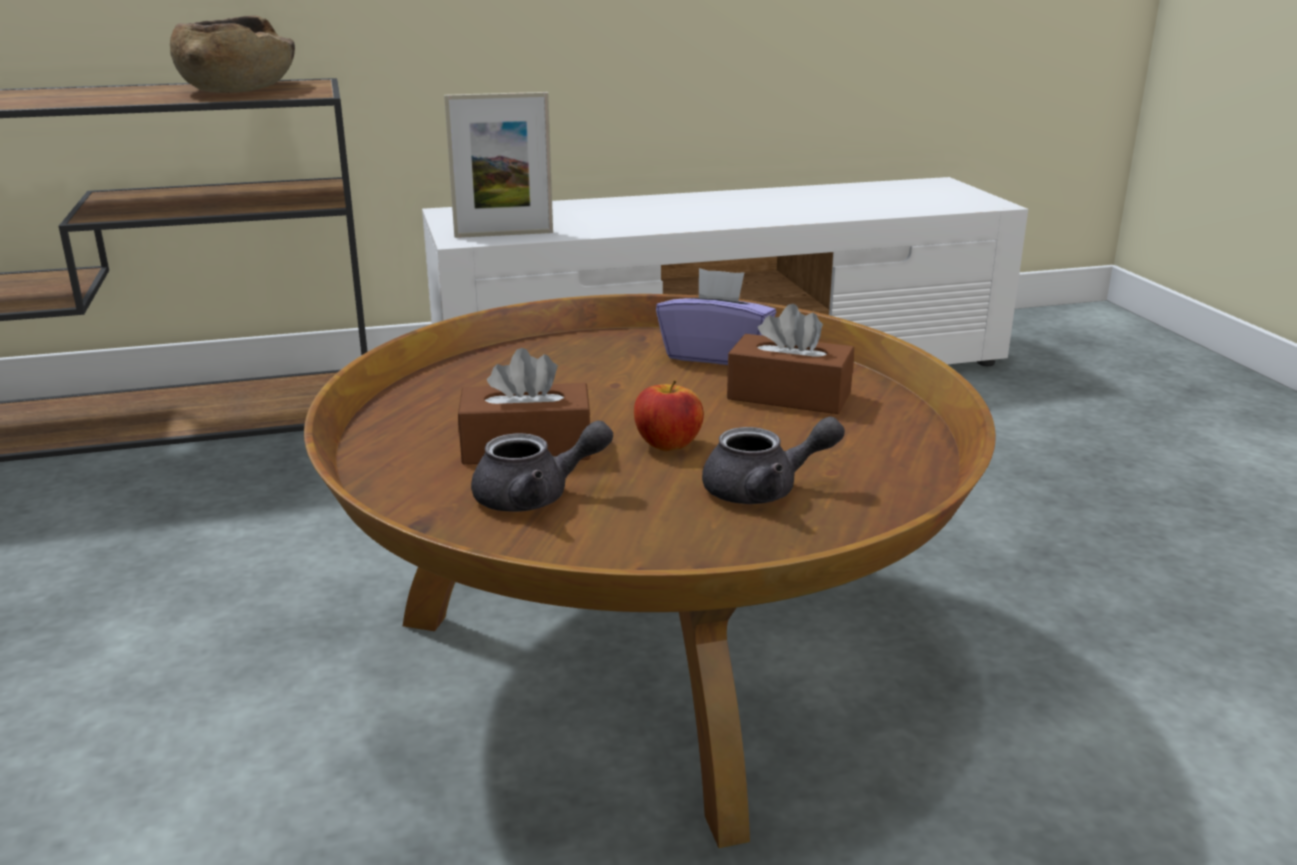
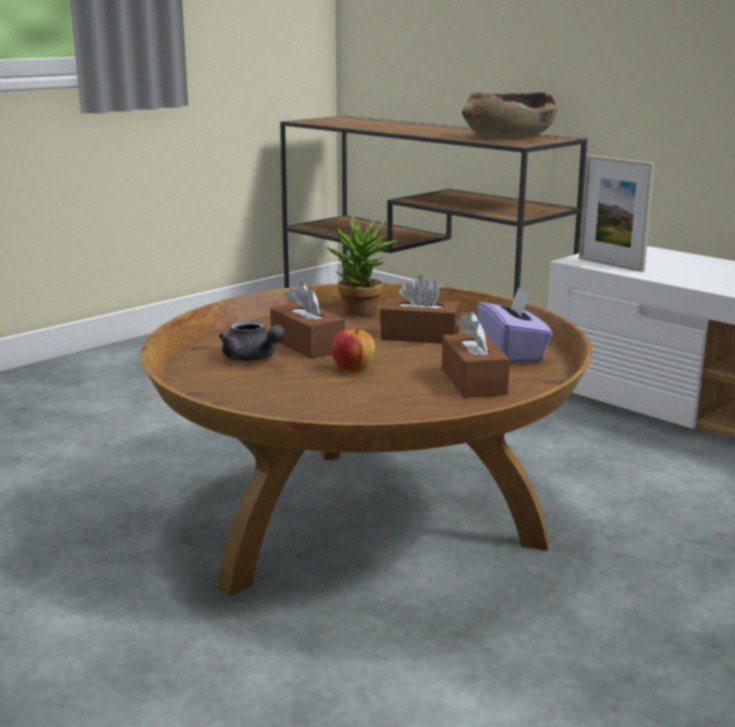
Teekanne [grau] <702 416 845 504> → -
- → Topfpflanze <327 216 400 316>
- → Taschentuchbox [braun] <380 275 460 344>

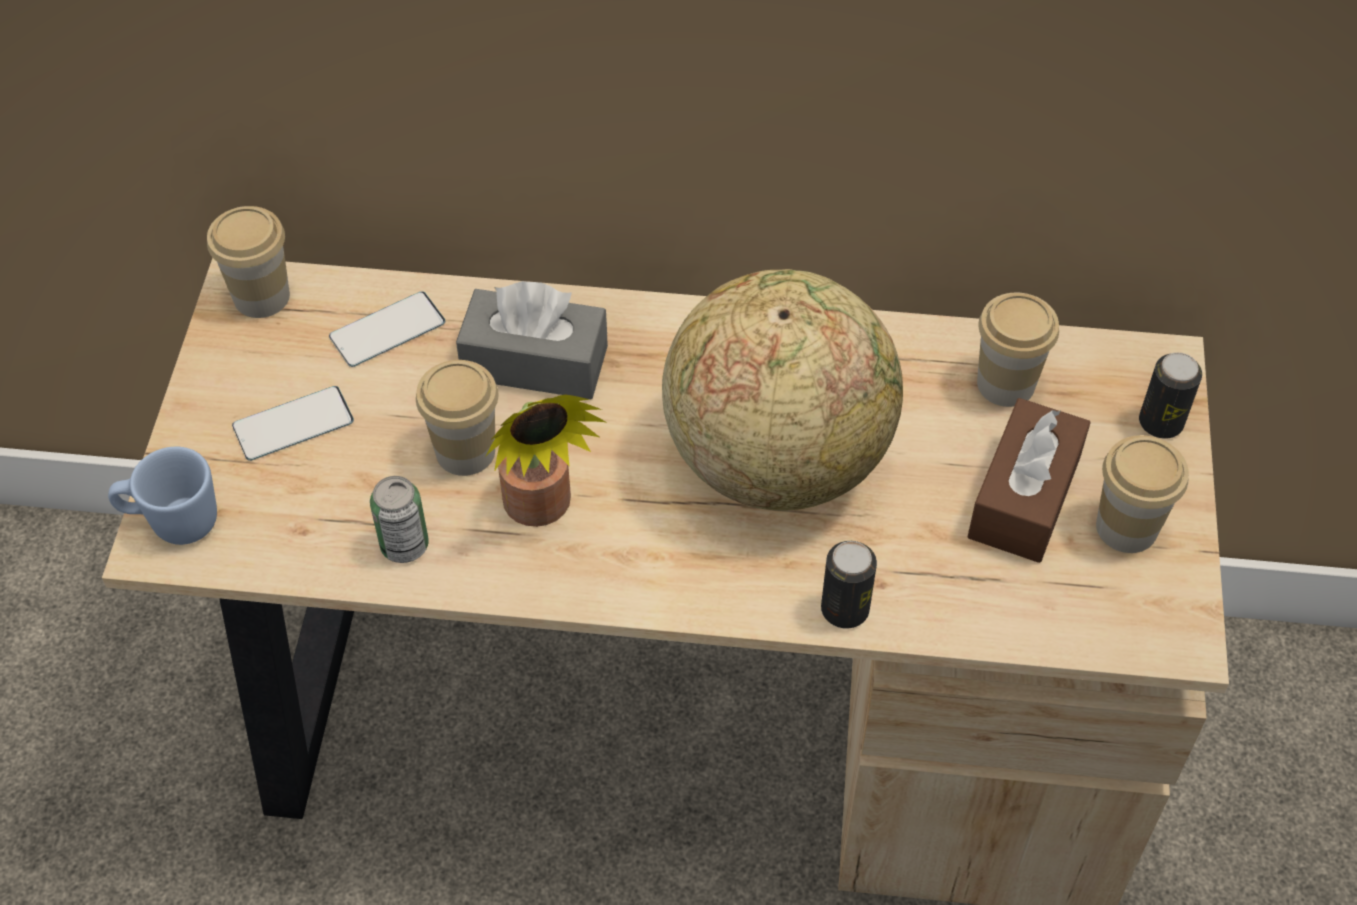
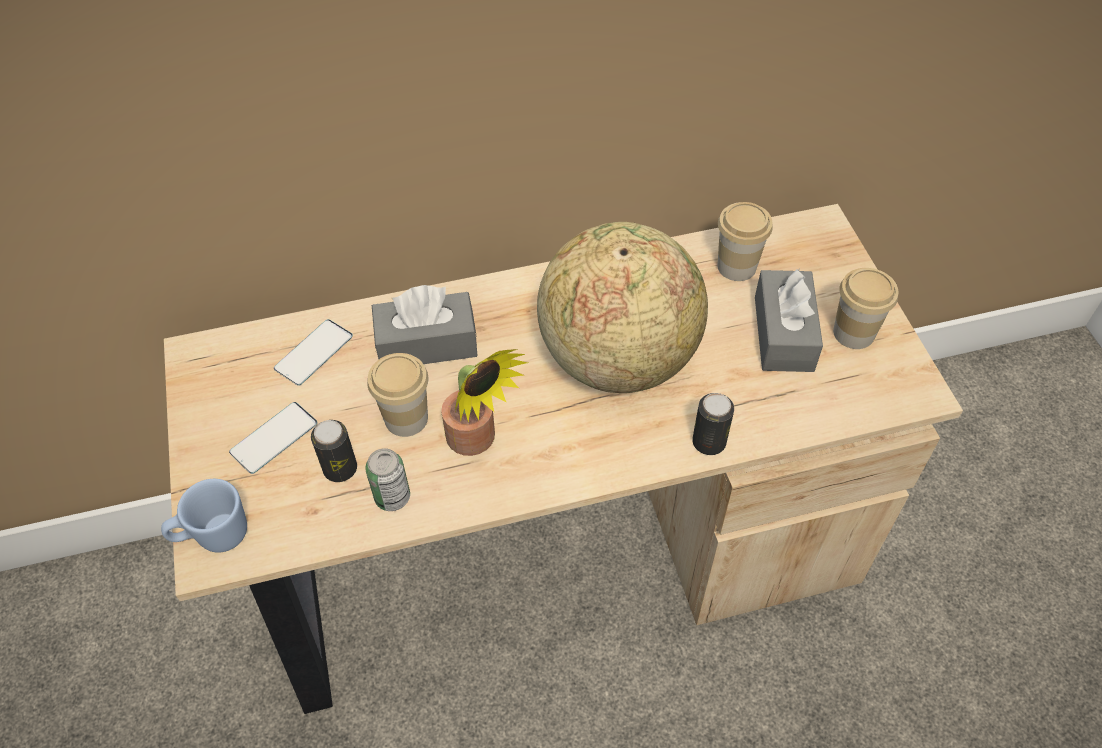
Tasse <207 206 290 318> → -
Dose <1139 353 1202 438> → Dose <311 420 357 482>, moved
Taschentuchbox [braun] <968 398 1091 563> → Taschentuchbox [grau] <755 269 823 372>

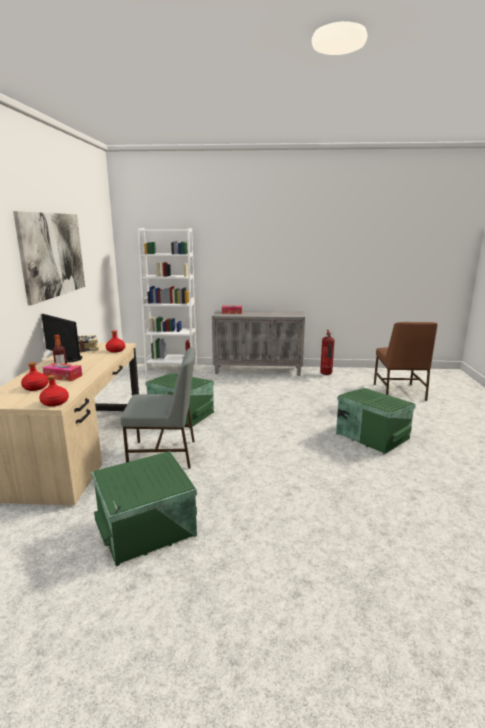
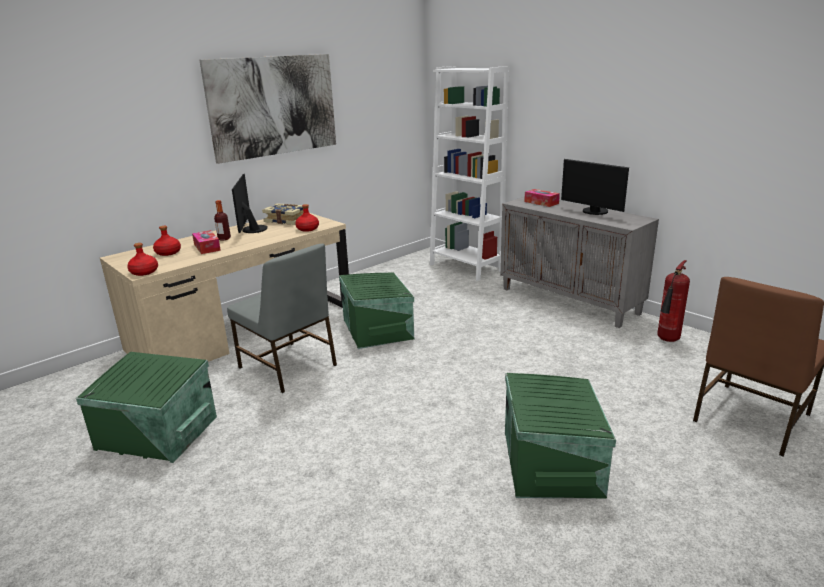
- → Monitor <561 159 629 215>

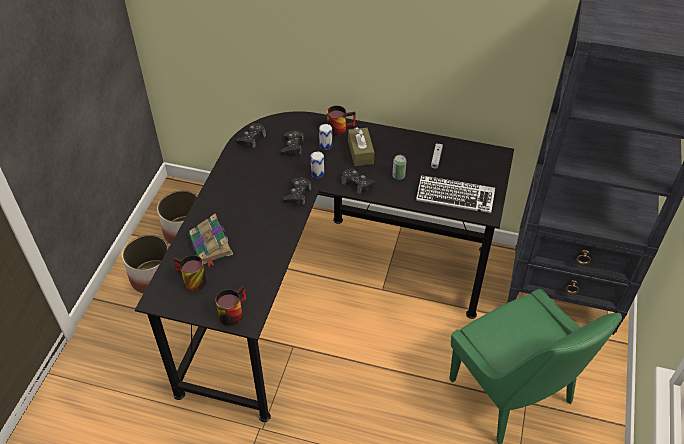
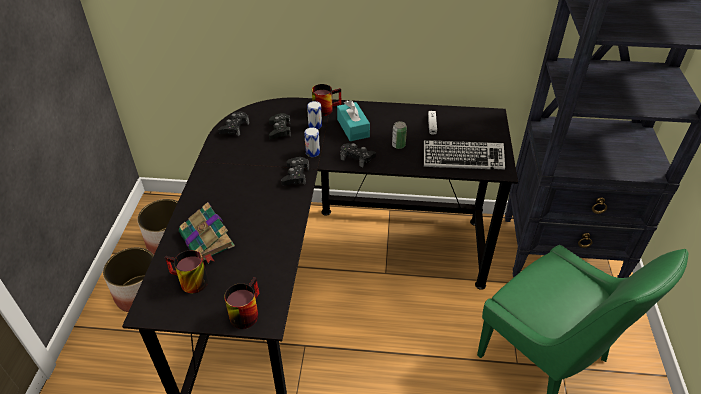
Taschentuchbox [braun] <348 127 374 166> → Taschentuchbox [türkis] <337 100 370 141>

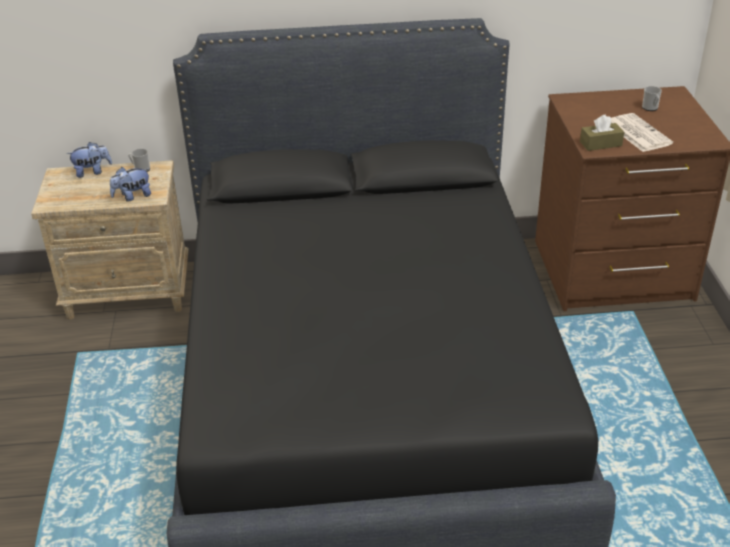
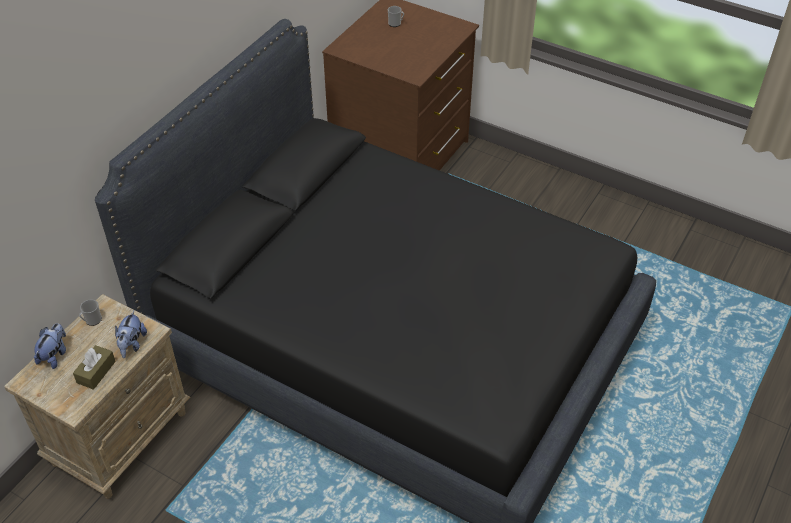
Zeitung <611 113 673 152> → -
Taschentuchbox [braun] <580 114 624 151> → Taschentuchbox [braun] <73 345 116 390>, moved

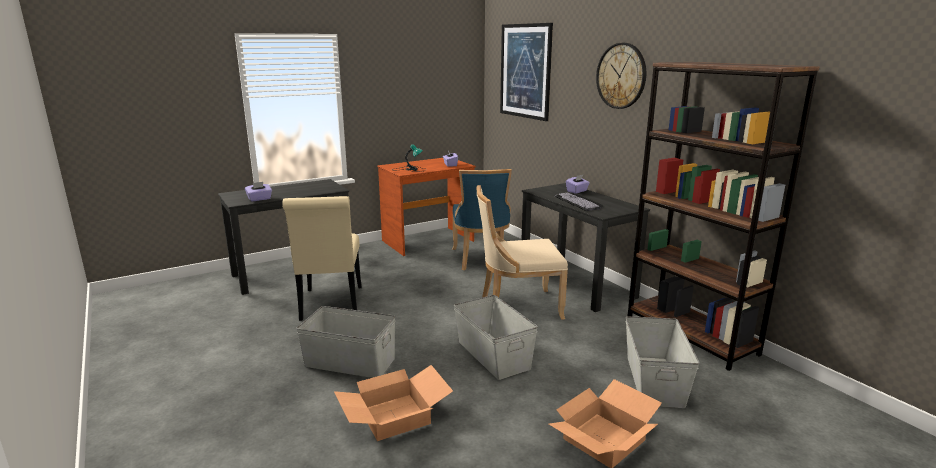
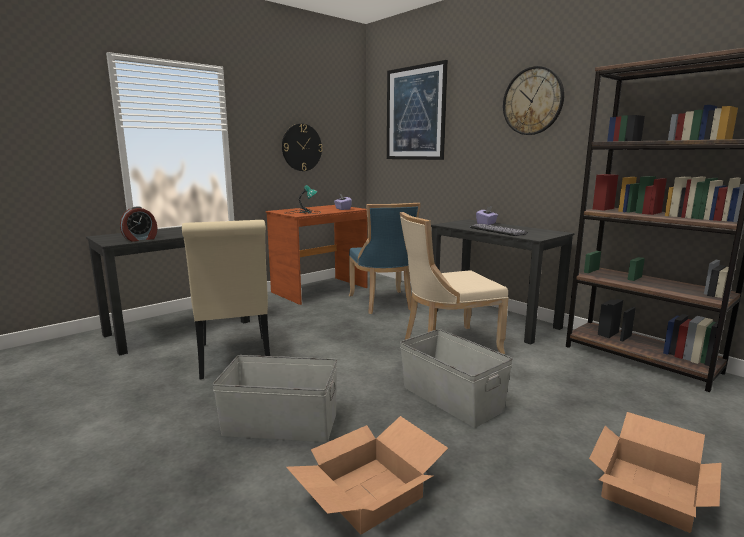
Aufbewahrungsbox [grau] <625 316 700 408> → -
- → Wanduhr <282 124 323 171>
Taschentuchbox [lila] <245 182 272 201> → Wecker <120 207 158 242>

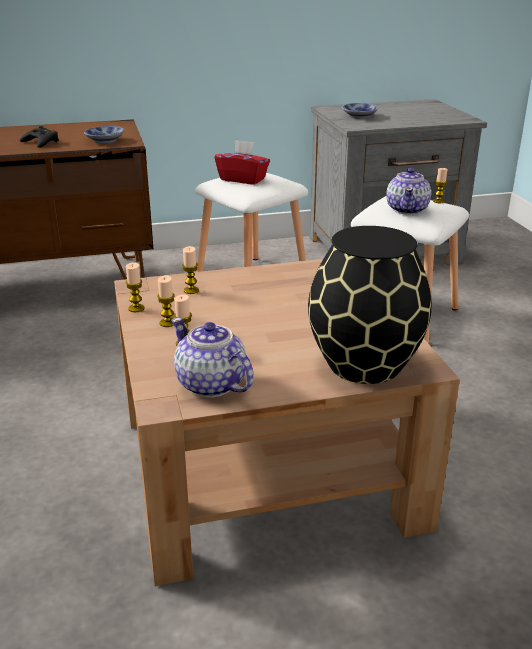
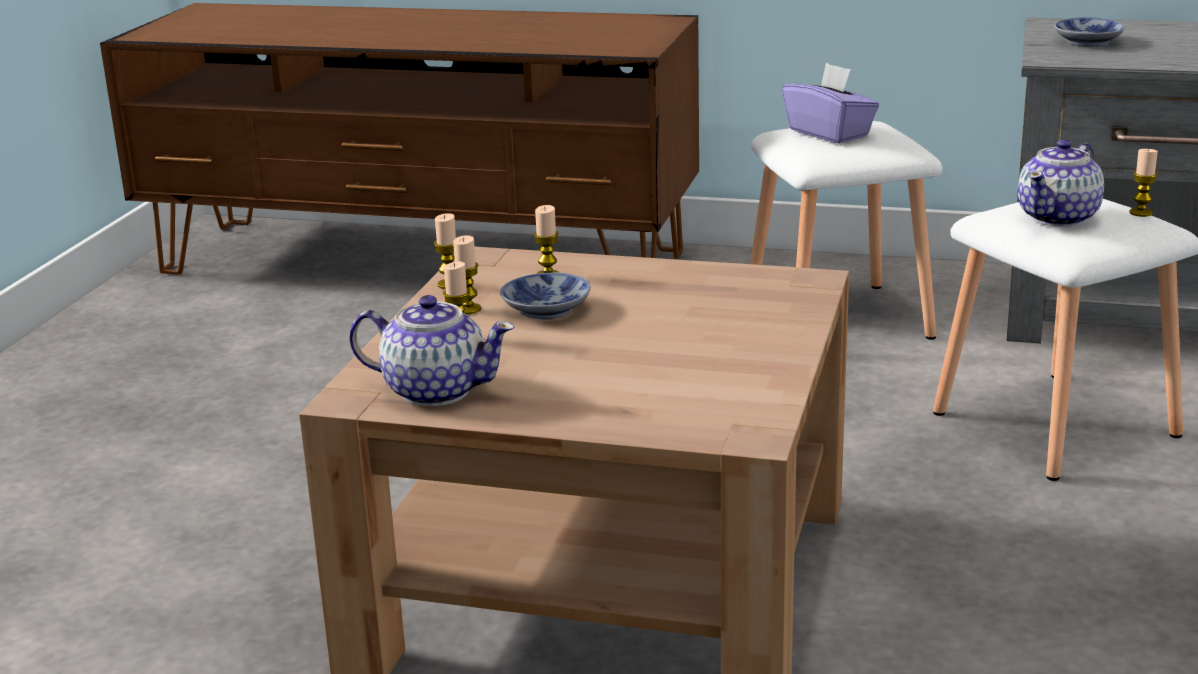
Gamepad [schwarz] <20 126 59 148> → -
Vase [schwarz] <308 226 432 384> → -
Schüssel <84 126 124 143> → Schüssel <500 273 591 320>, moved
Taschentuchbox [rot] <215 140 270 185> → Taschentuchbox [lila] <782 63 879 144>
Teekanne <171 318 254 397> → Teekanne <349 295 515 406>, 120 degrees clockwise

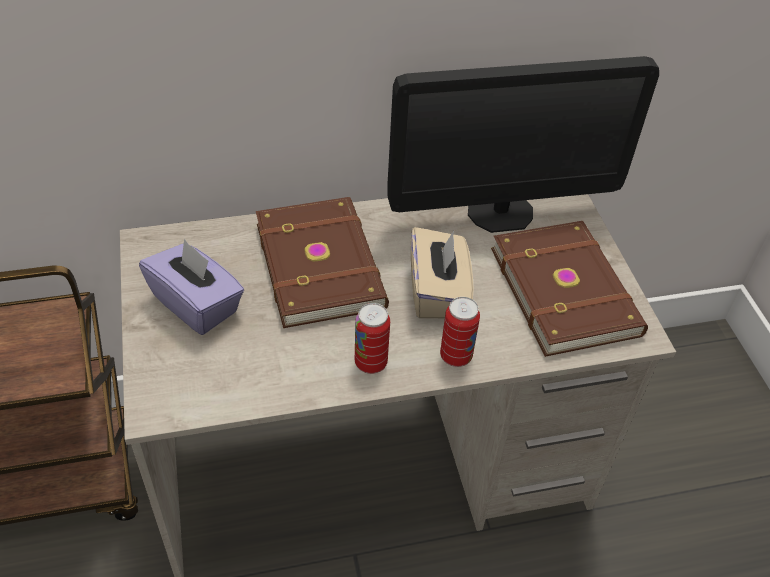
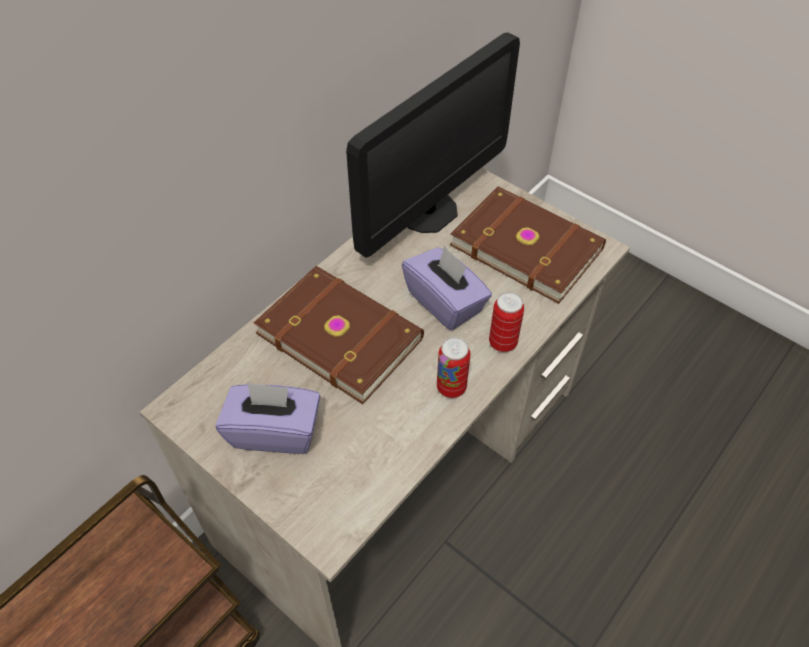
Taschentuchbox [beige] <411 227 474 318> → Taschentuchbox [lila] <402 245 492 331>

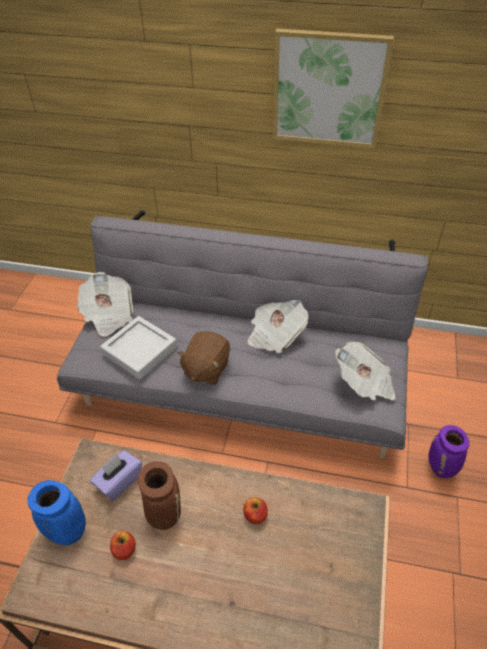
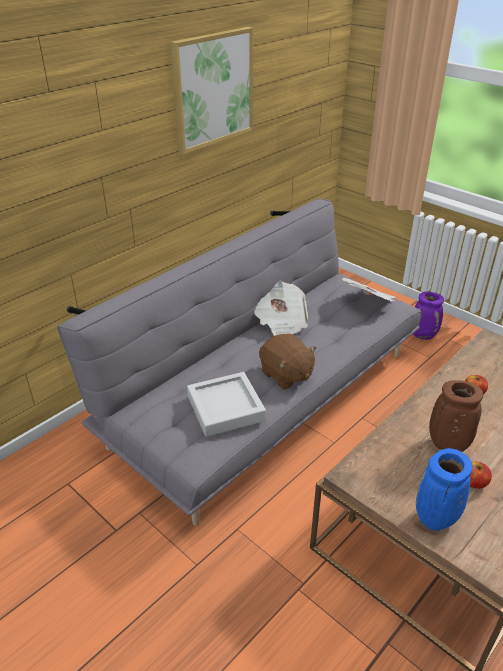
Zeitung <77 272 133 337> → -
Taschentuchbox [lila] <90 450 142 501> → -

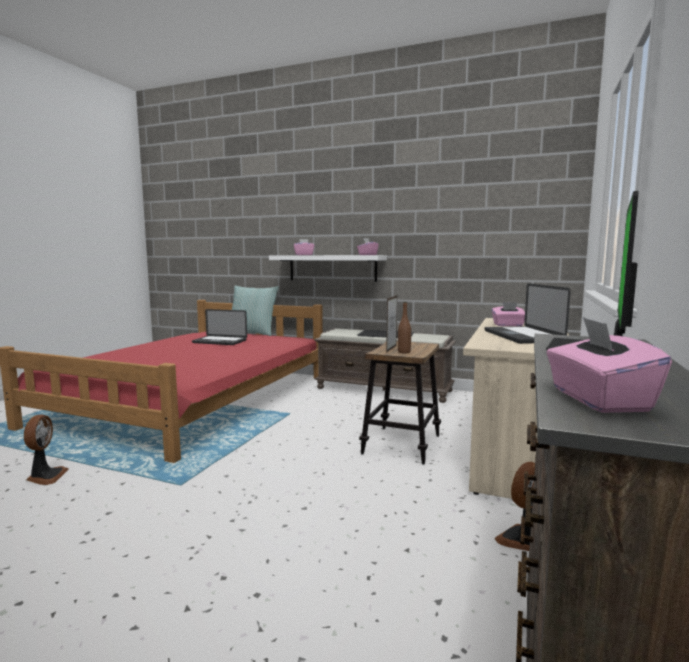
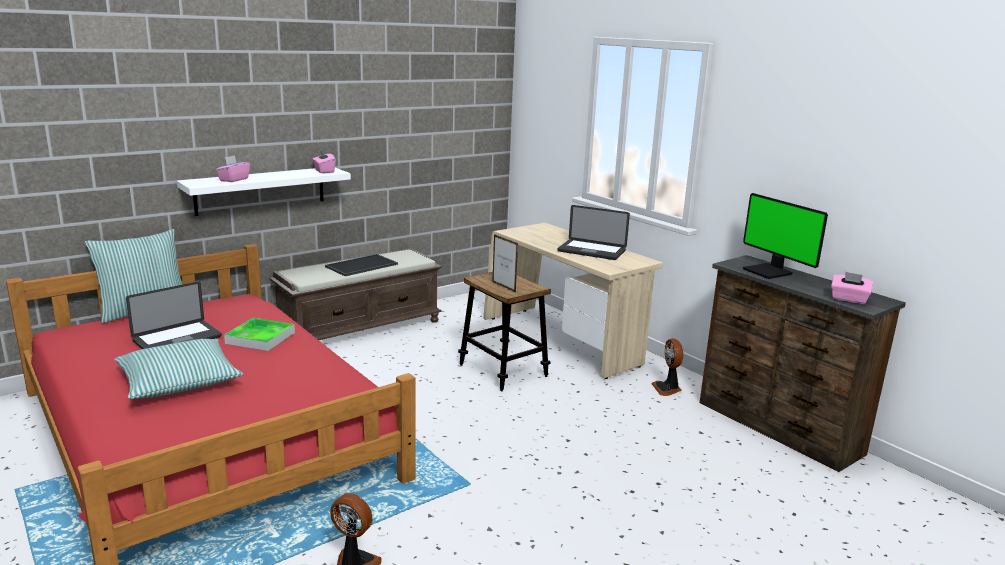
Flasche [braun] <398 302 411 353> → -
Taschentuchbox [rosa] <492 302 525 326> → -
- → Kissen <114 339 243 399>
- → Tablett <224 318 295 351>

